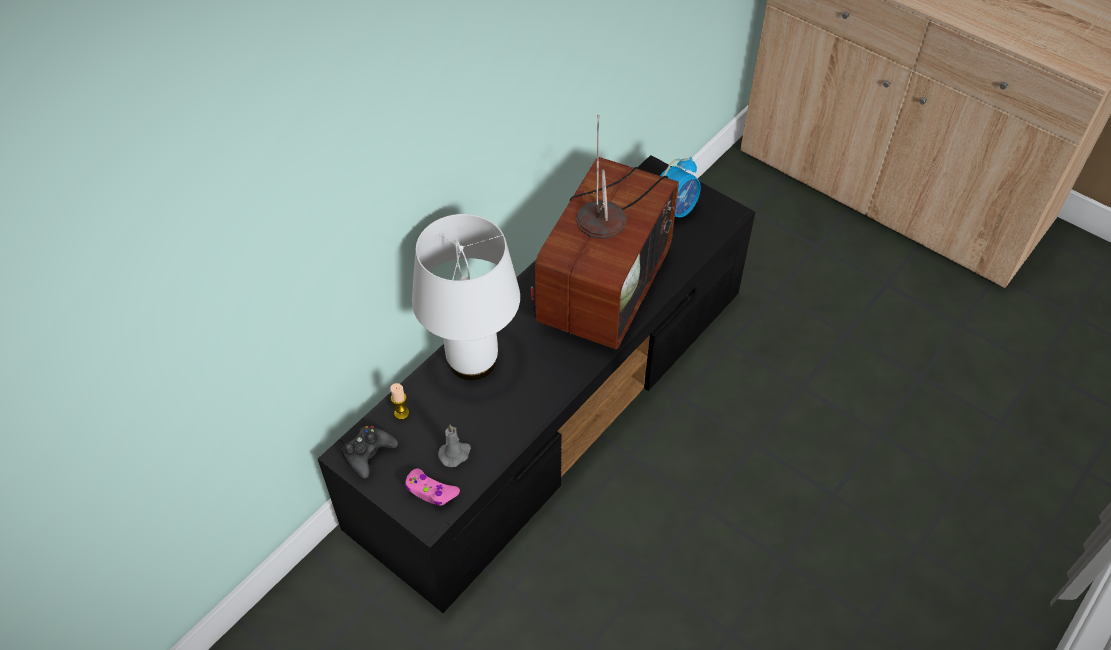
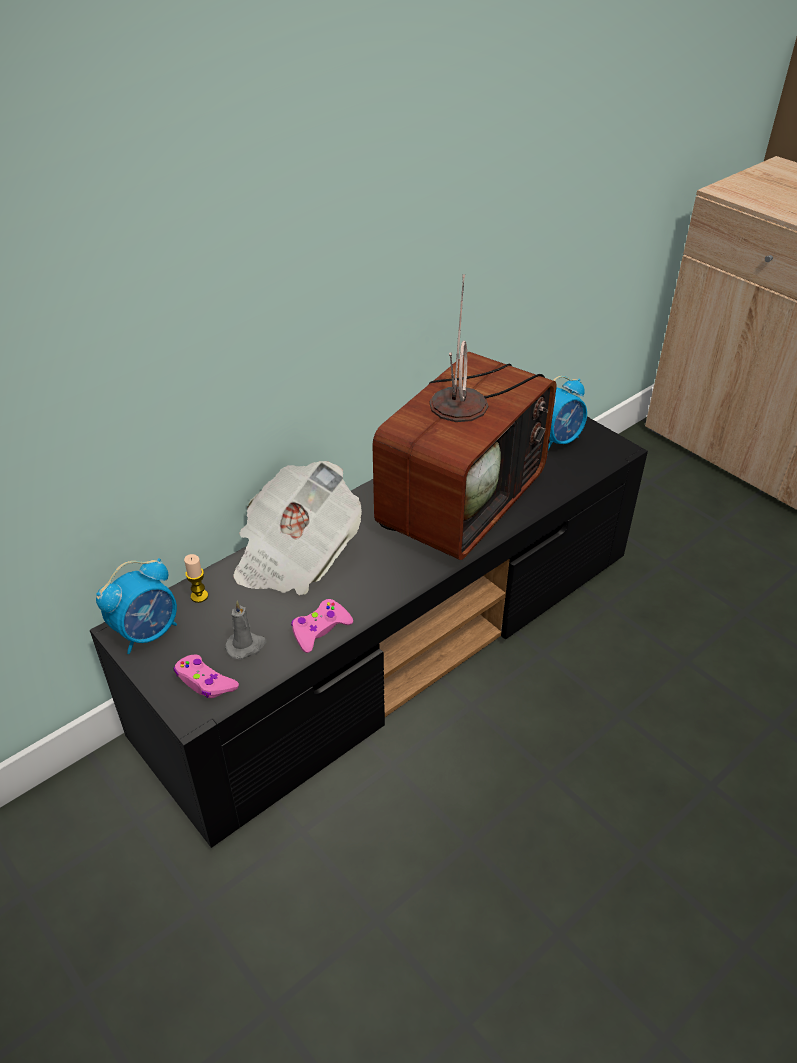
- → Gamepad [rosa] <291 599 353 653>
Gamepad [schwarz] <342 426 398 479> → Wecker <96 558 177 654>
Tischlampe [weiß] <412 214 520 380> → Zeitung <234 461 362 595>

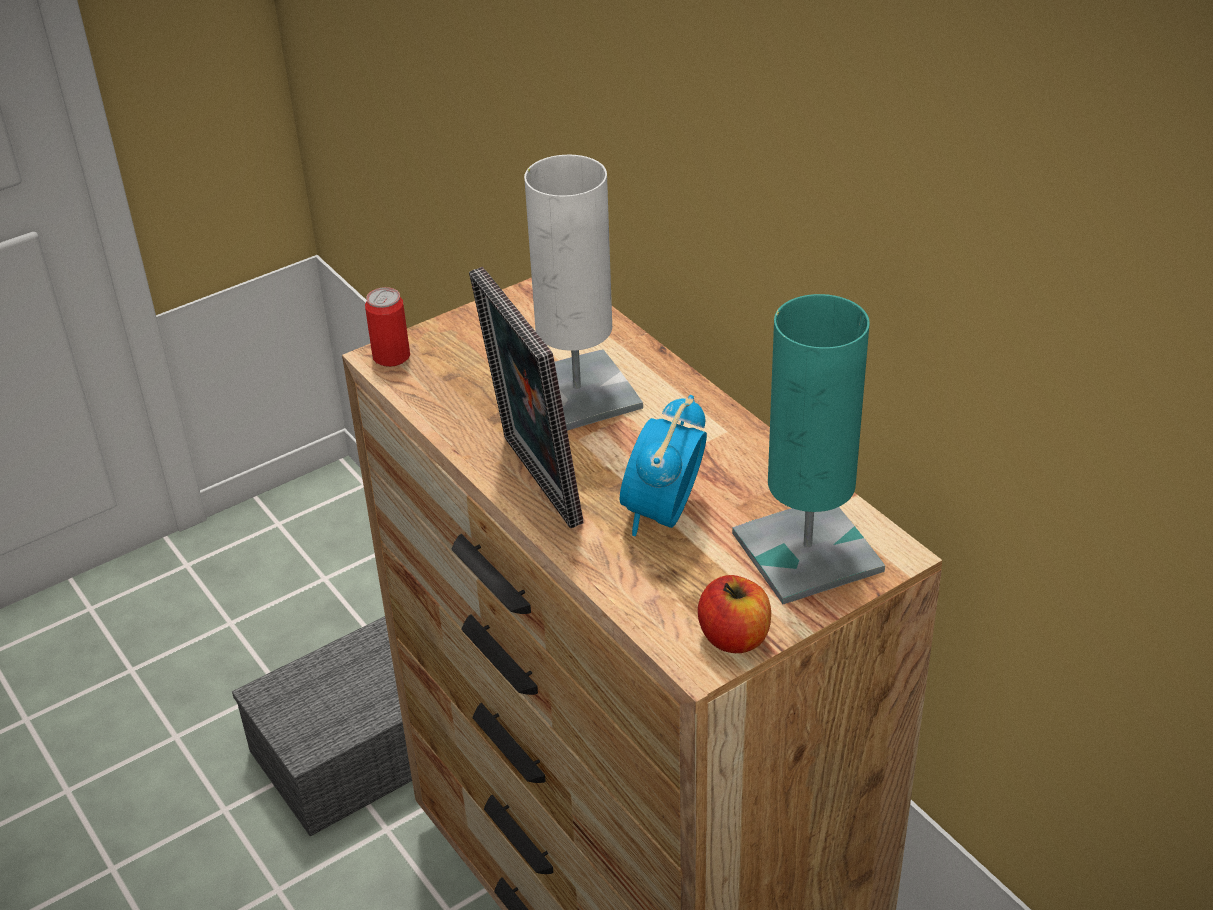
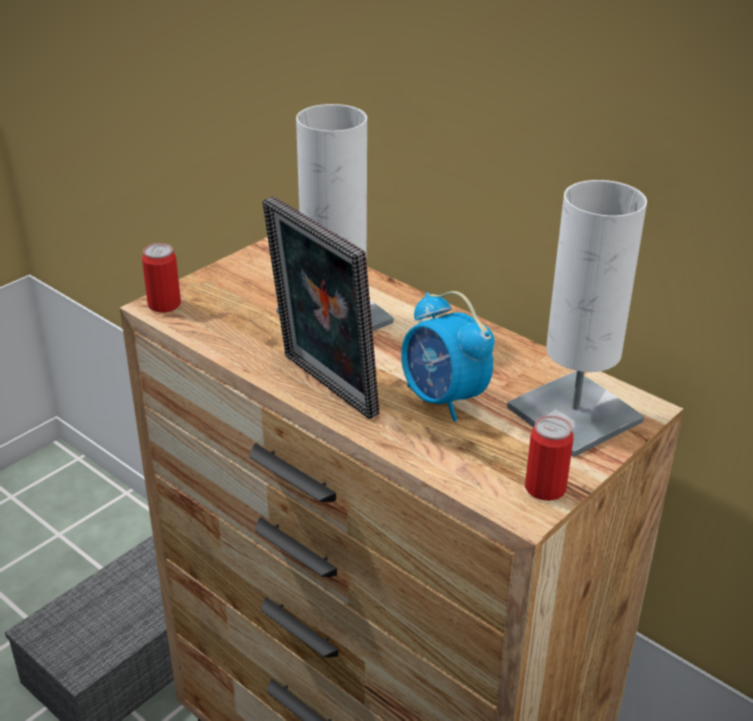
Apfel <698 575 771 653> → Dose <525 416 573 501>
Tischlampe [türkis] <732 294 885 604> → Tischlampe [weiß] <507 180 647 457>
Wecker <620 395 707 536> → Wecker <401 291 495 422>, 45 degrees counterclockwise

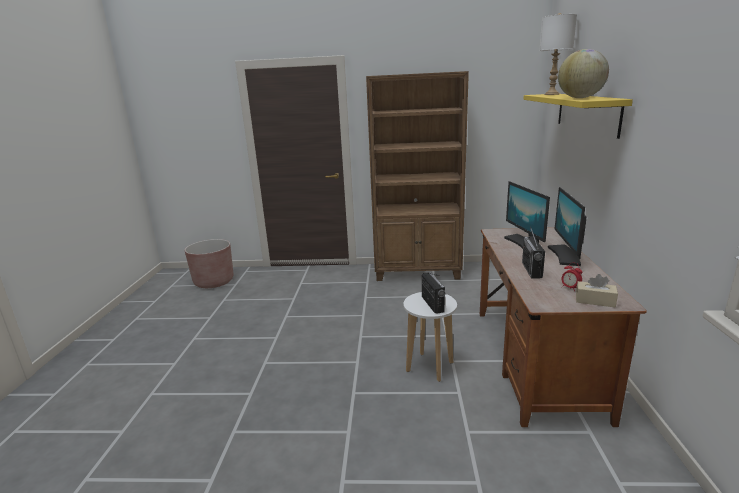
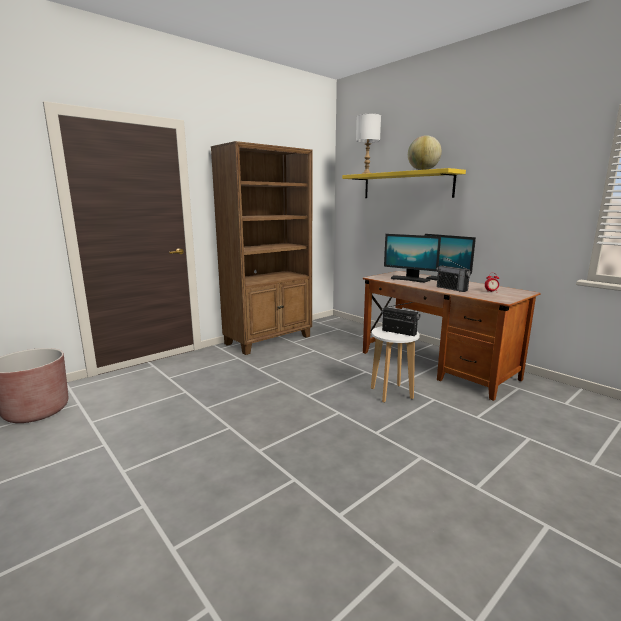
Taschentuchbox [beige] <576 274 618 307> → -

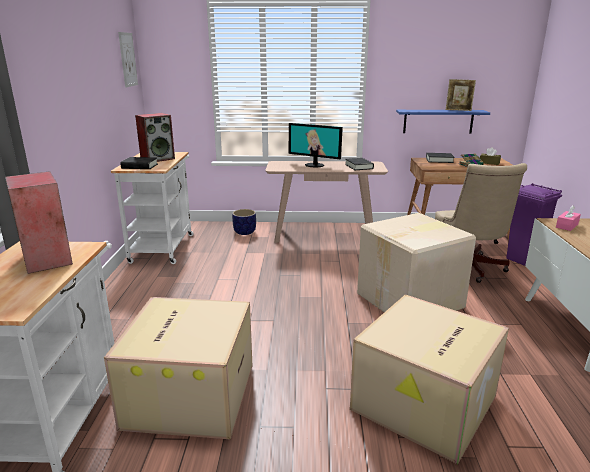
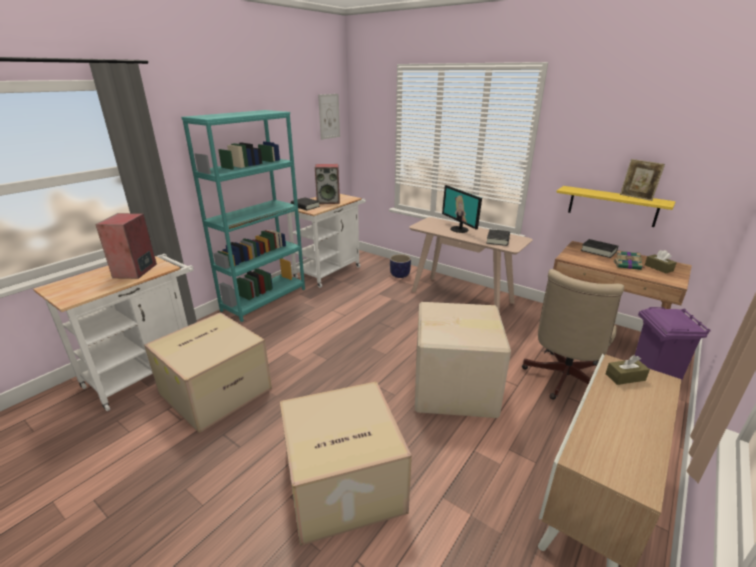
- → Bücherregal [türkis] <181 110 305 322>
Wandregal [blau] <396 110 490 134> → Wandregal [gelb] <556 186 676 227>
Taschentuchbox [rosa] <556 205 581 231> → Taschentuchbox [braun] <606 355 650 385>

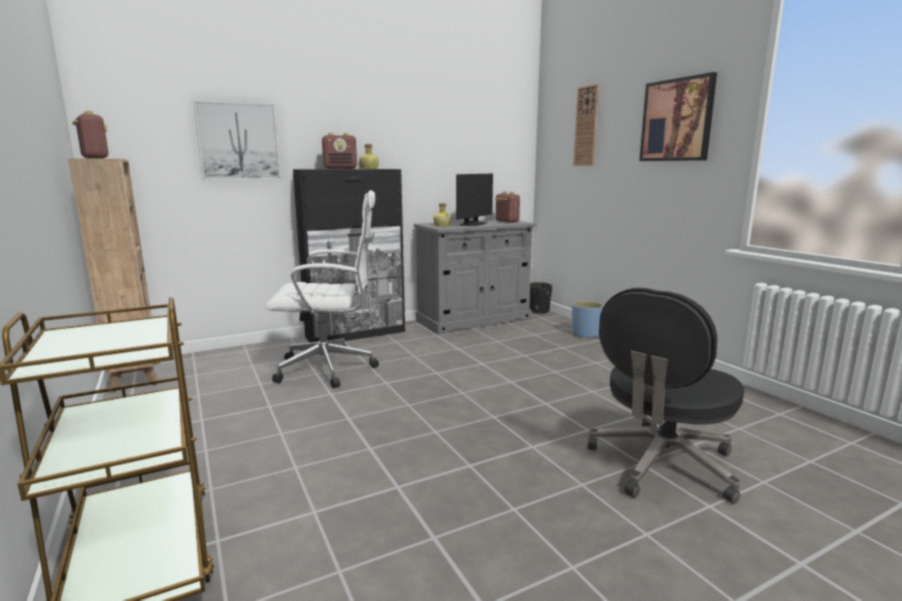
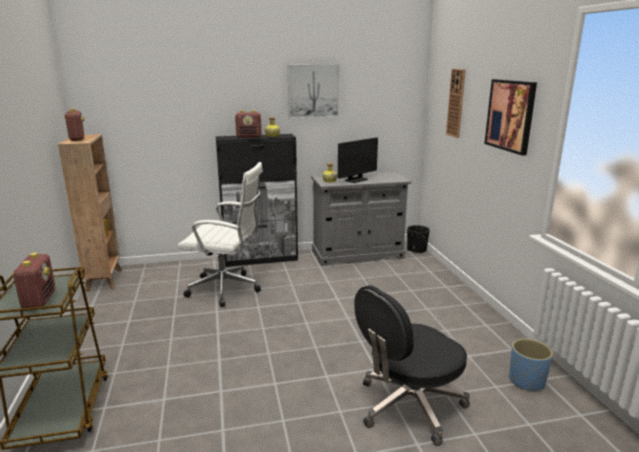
Bild <194 100 281 180> → Bild <288 64 340 119>, moved
Radio <495 192 520 223> → Radio <11 253 55 308>, moved
Pflanzkübel [blau] <572 301 604 339> → Pflanzkübel [blau] <509 339 553 391>, moved

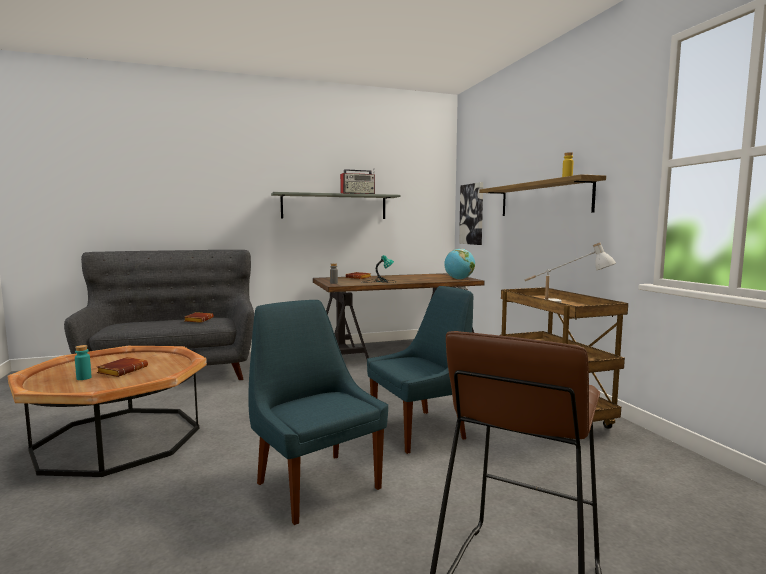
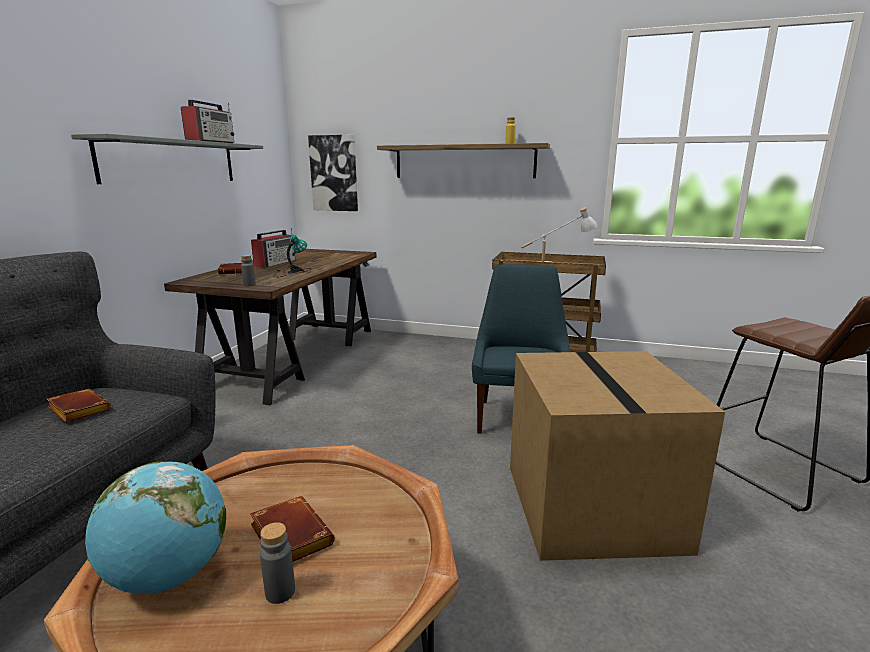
- → Radio <251 228 296 268>
Globus <444 249 475 280> → Globus <85 461 226 594>, moved
Stuhl [blau] <249 300 388 525> → Karton <510 351 725 561>
Flasche [türkis] <75 345 92 380> → Flasche [grau] <260 522 295 604>

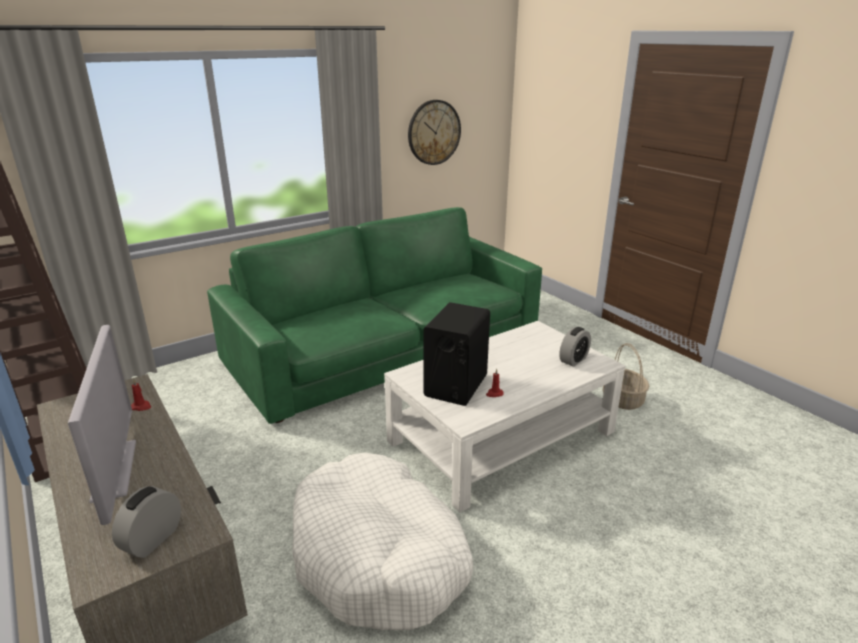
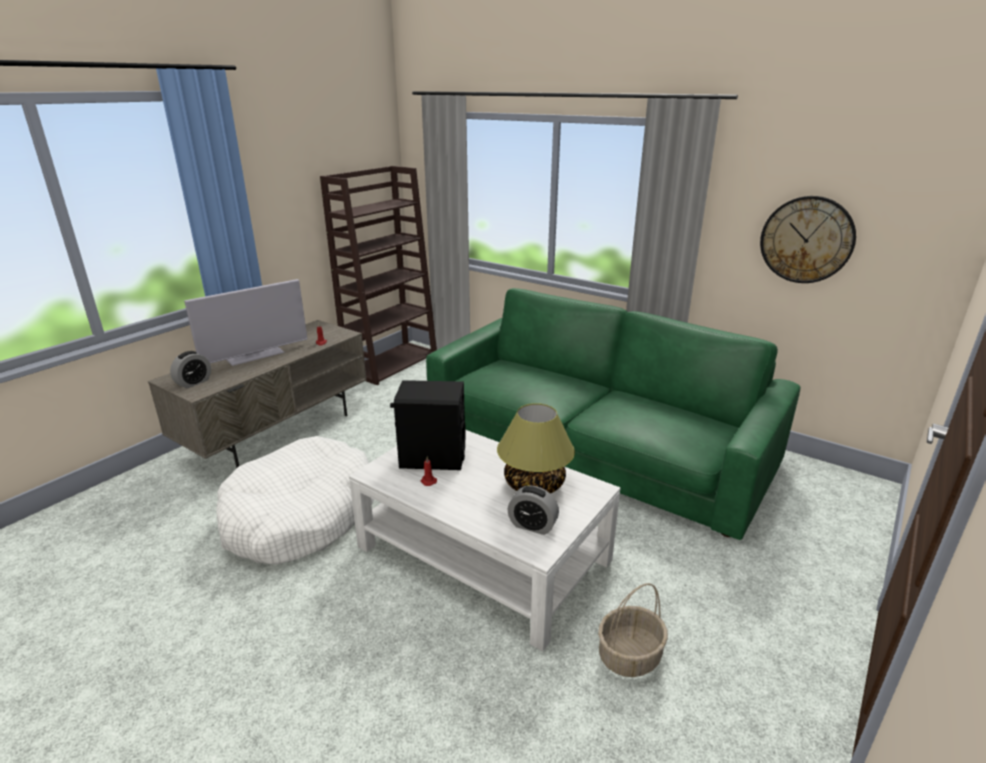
- → Tischlampe <497 403 575 493>
Wecker <112 486 181 558> → Wecker <170 351 211 388>, 120 degrees clockwise

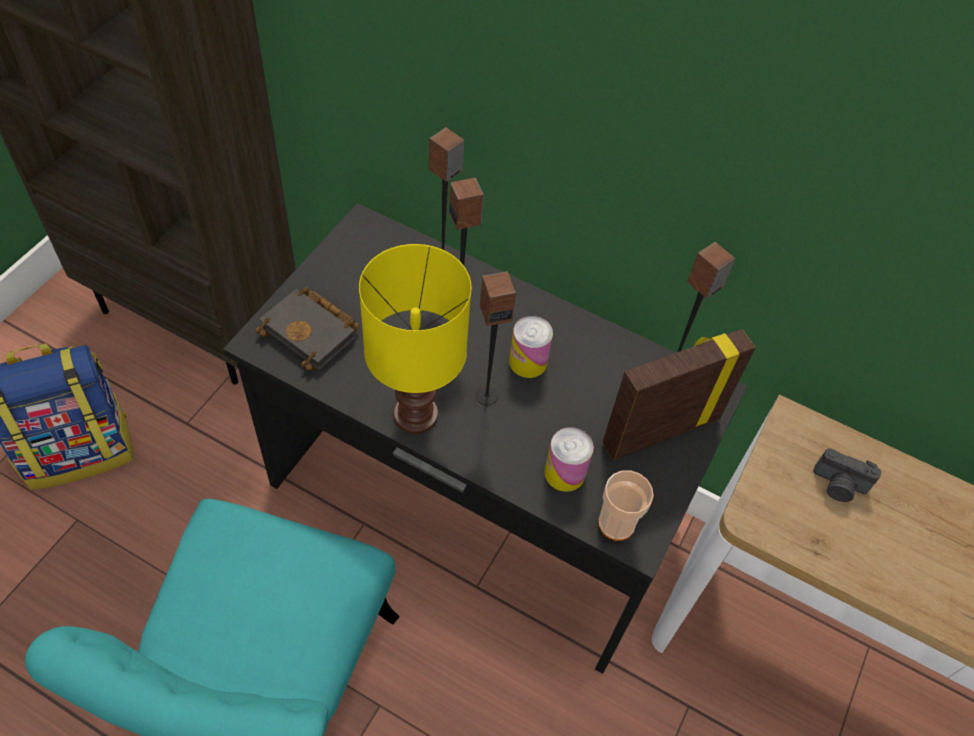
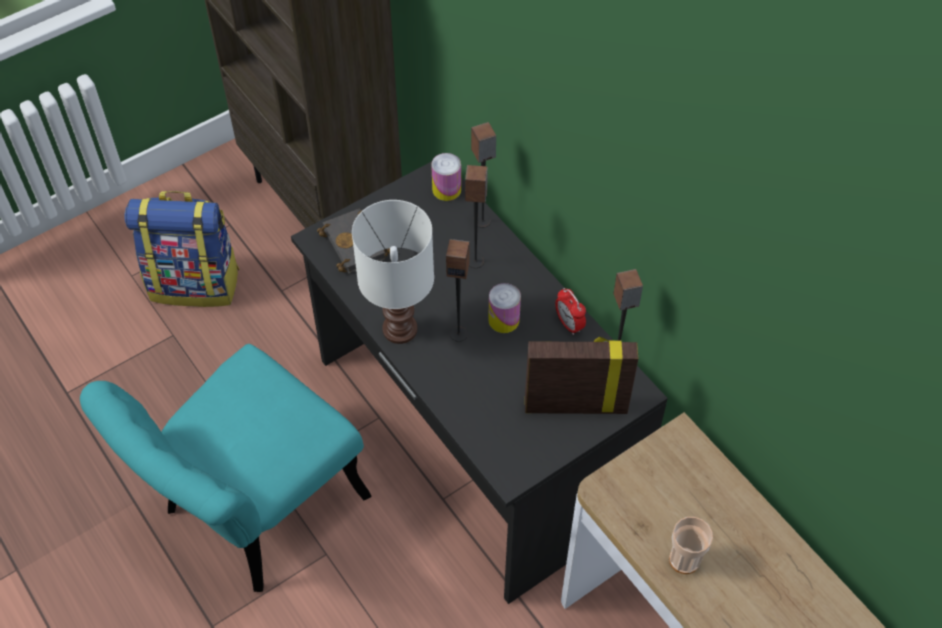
Kamera <813 448 881 502> → -
- → Wecker <555 288 586 335>
Dose <544 427 594 492> → Dose <431 153 461 201>, moved
Tasse <598 470 654 541> → Tasse <669 517 713 574>, moved
Tischlampe [gelb] <359 244 471 434> → Tischlampe [weiß] <352 200 434 344>

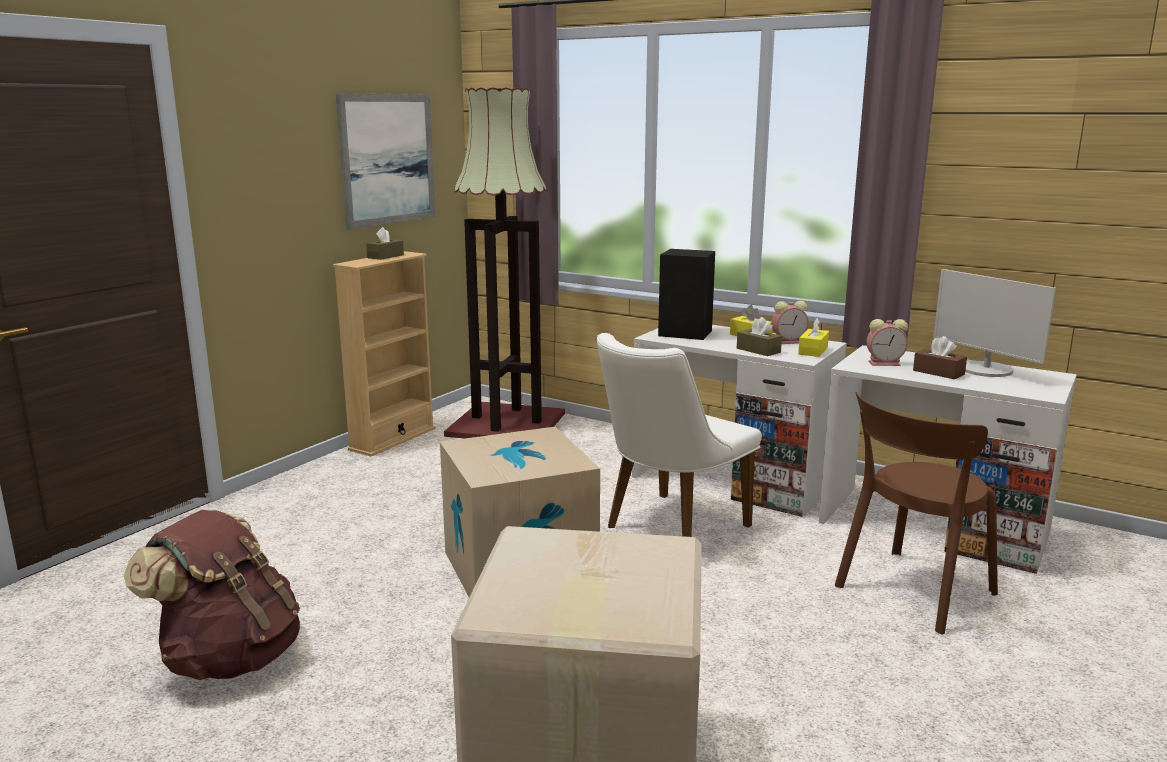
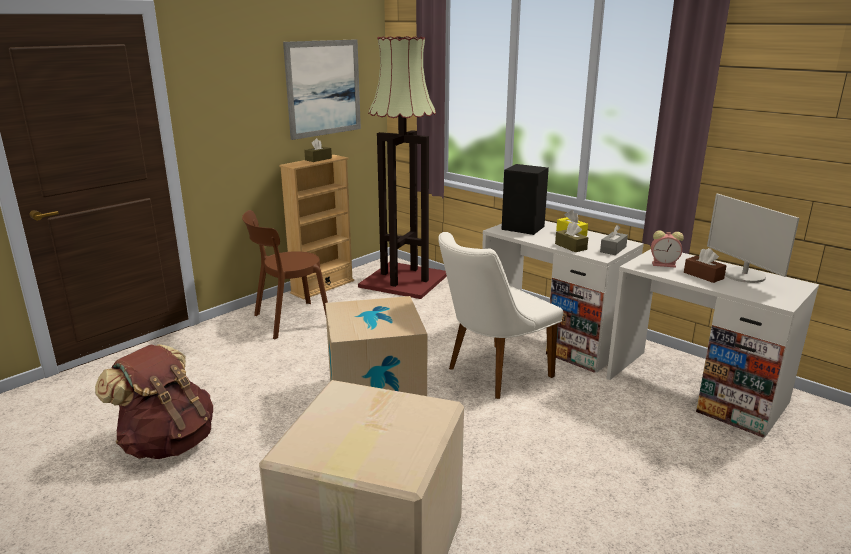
Wecker <771 301 808 344> → -
Stuhl [braun] <835 392 998 634> → Stuhl [braun] <242 210 328 339>, moved
Taschentuchbox [gelb] <798 318 829 357> → Taschentuchbox [grau] <600 225 628 255>

